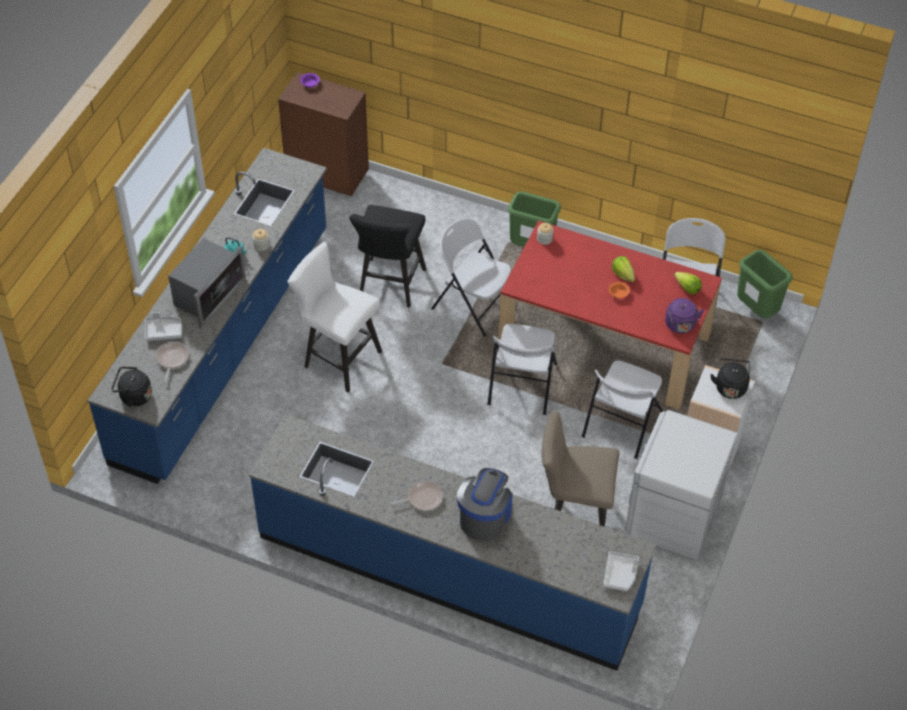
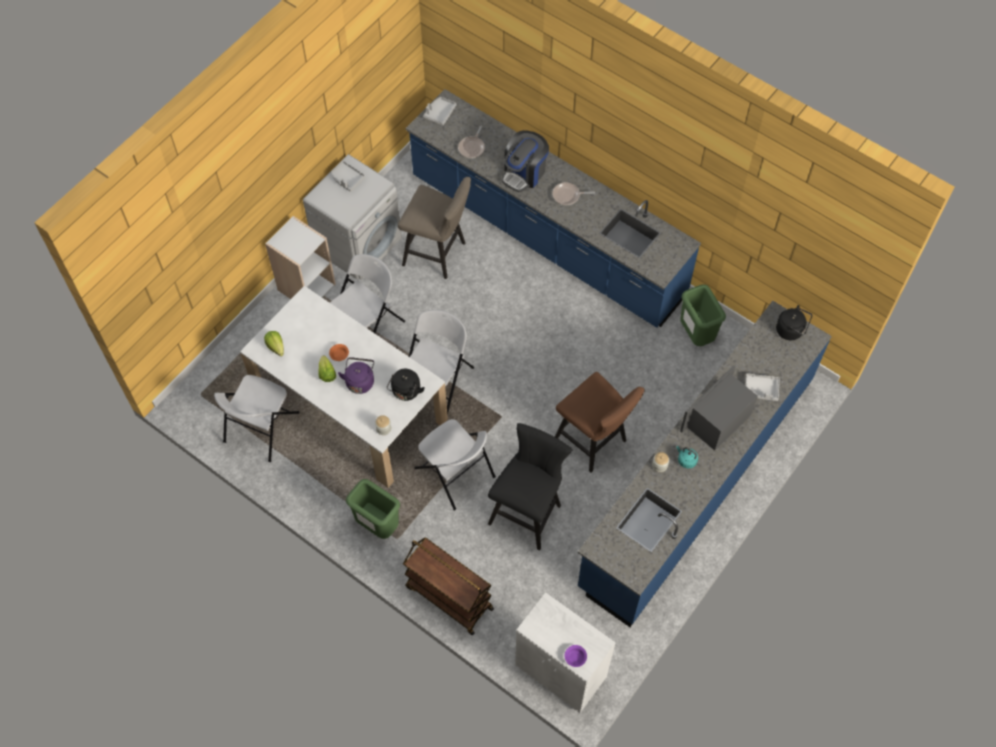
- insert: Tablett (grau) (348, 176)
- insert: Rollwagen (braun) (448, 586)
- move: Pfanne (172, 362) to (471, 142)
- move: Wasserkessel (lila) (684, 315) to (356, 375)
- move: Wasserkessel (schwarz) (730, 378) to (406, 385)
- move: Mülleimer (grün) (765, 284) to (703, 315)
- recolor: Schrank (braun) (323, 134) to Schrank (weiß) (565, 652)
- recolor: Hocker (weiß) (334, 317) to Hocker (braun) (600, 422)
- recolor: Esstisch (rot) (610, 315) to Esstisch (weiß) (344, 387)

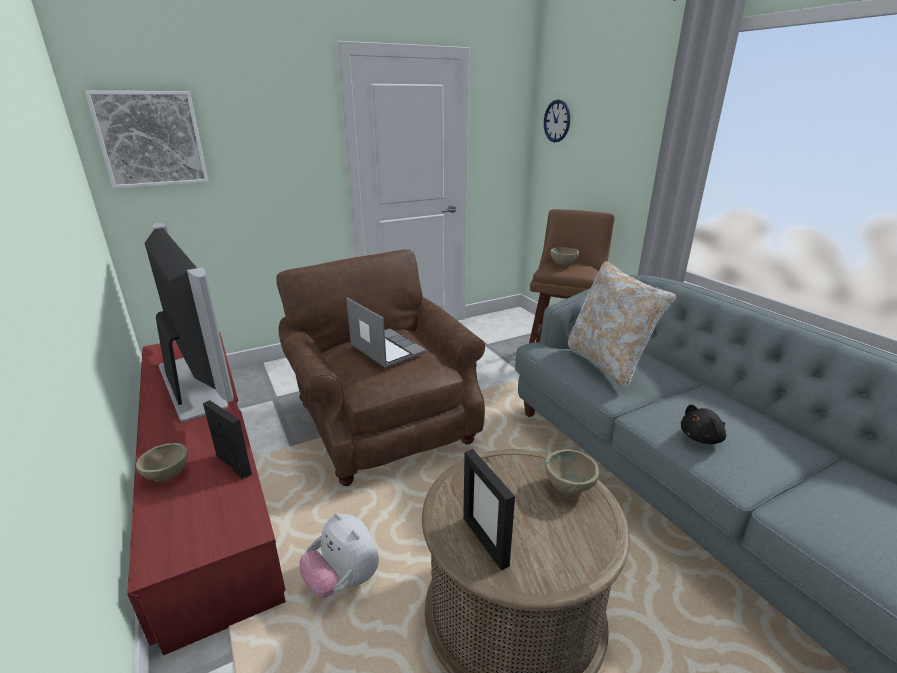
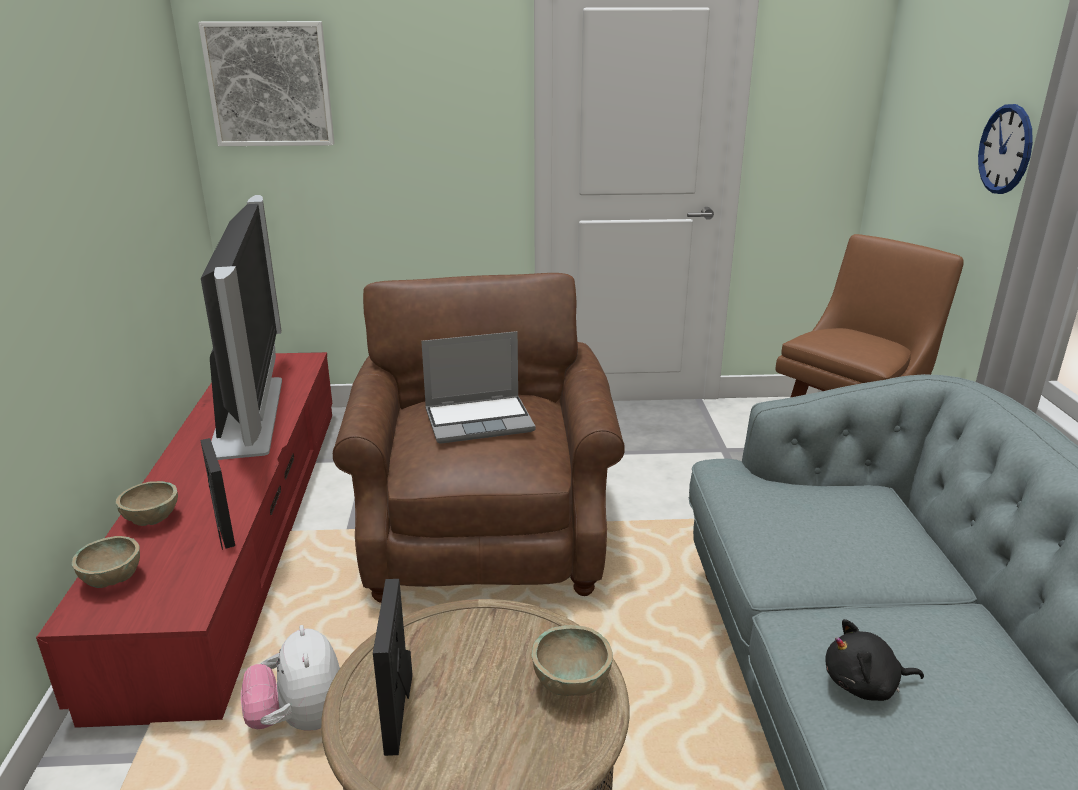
- delete: Kissen (weiß) (622, 324)
- move: Wanduhr (557, 120) to (1005, 149)
- move: Schüssel (beige) (564, 256) to (106, 562)
- rotate: Laptop (386, 332) = (478, 387) 90 degrees clockwise

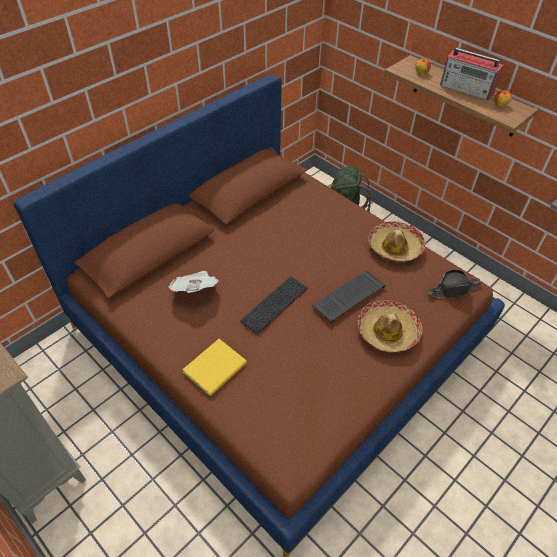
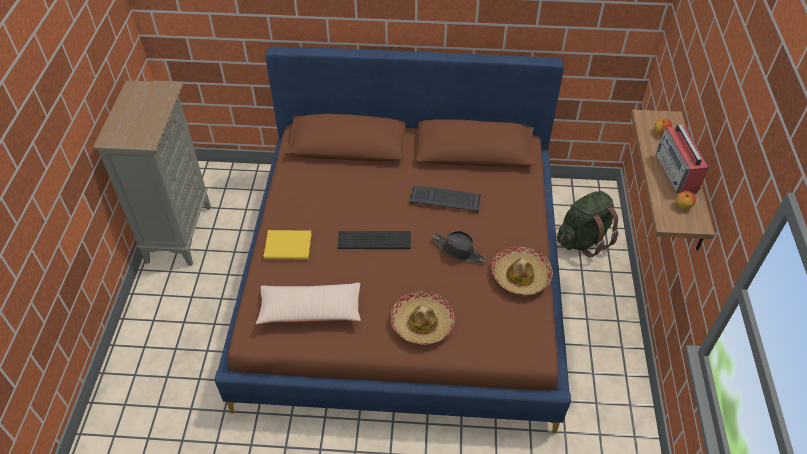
- delete: Zeitung (194, 282)
- insert: Kissen (beige) (308, 303)
- move: Tastatur (348, 297) to (445, 199)
- move: Hut (schwarz) (454, 283) to (459, 247)

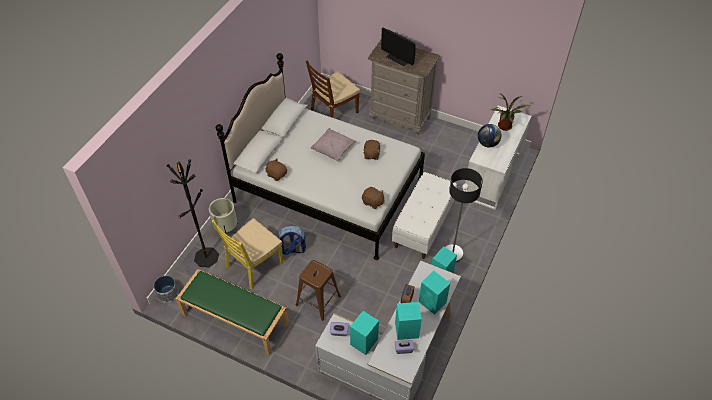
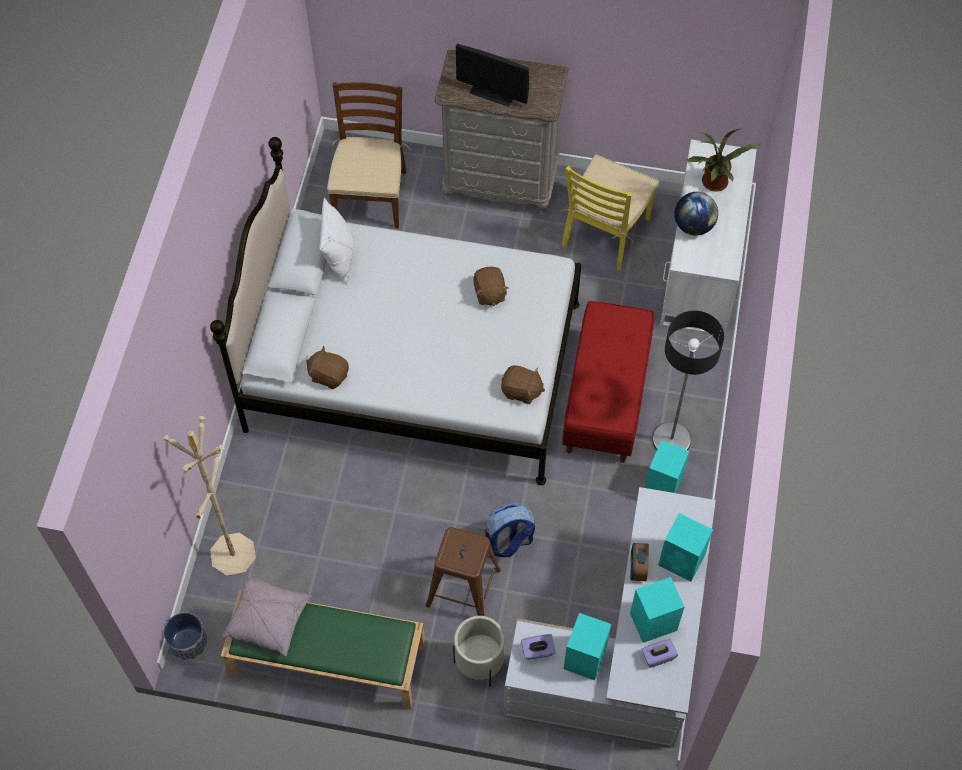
- insert: Kissen (weiß) (336, 241)
- move: Pflanzkübel (beige) (223, 216) to (479, 651)
- move: Stuhl (gelb) (247, 253) to (609, 212)
- move: Rucksack (292, 240) to (510, 530)
- move: Kissen (lila) (333, 144) to (267, 615)
- recolor: Kleiderständer (schwarz) (193, 213) to Kleiderständer (beige) (209, 496)
- recolor: Bank (weiß) (424, 215) to Bank (rot) (608, 382)
- rotate: Stuhl (braun) (333, 89) = (369, 155) 150 degrees clockwise

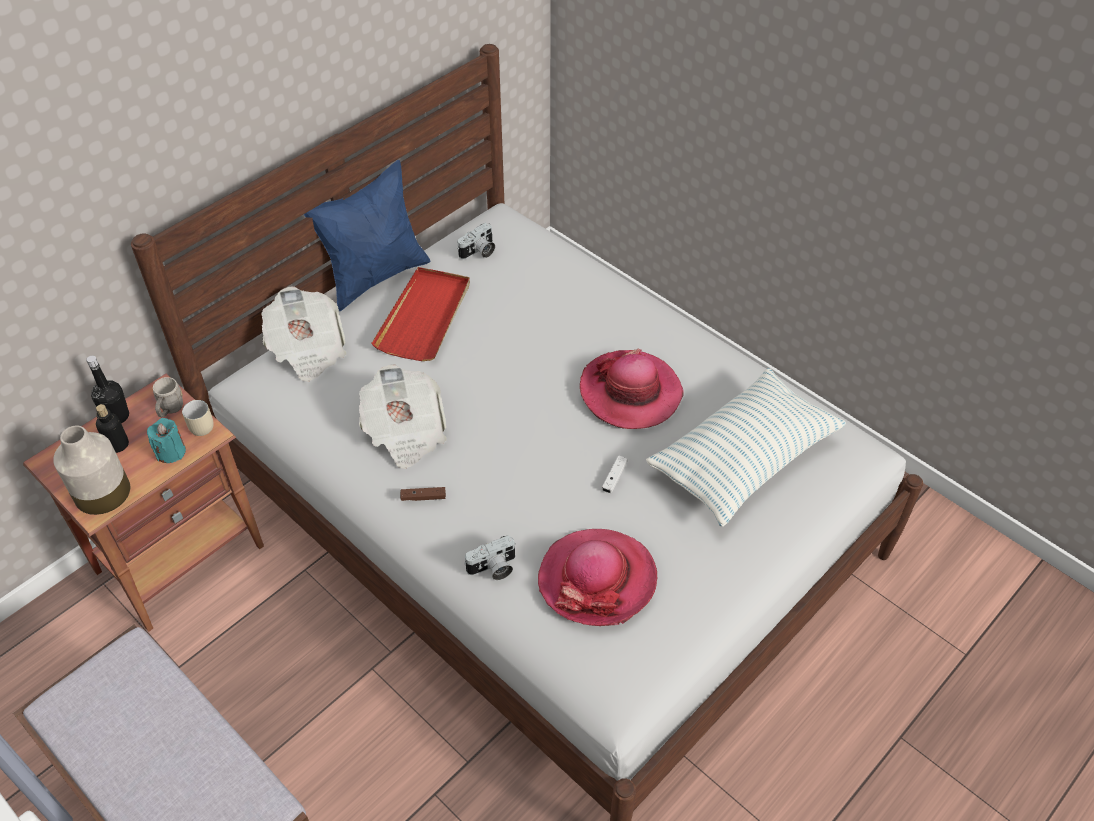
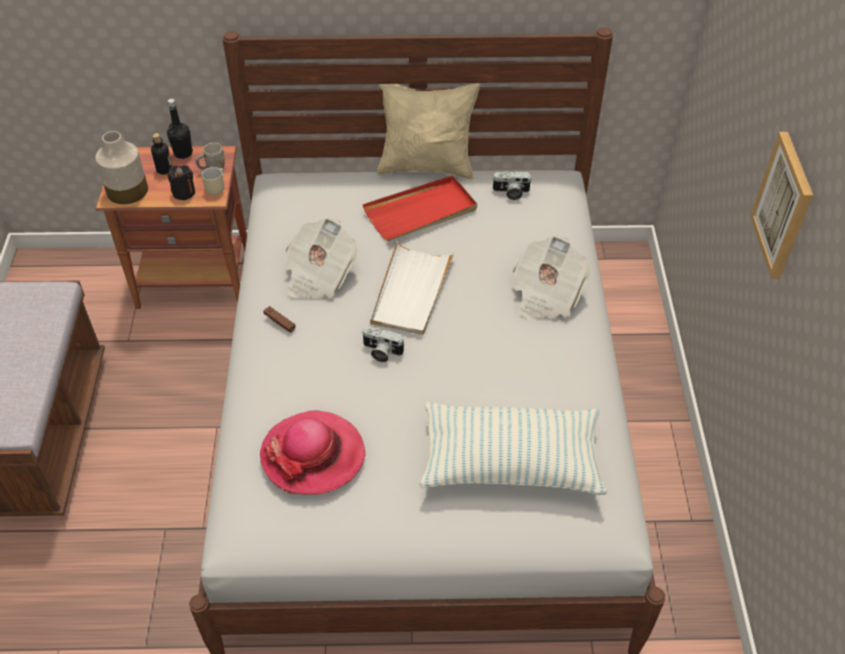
- delete: Hut (632, 389)
- delete: Gamepad (weiß) (614, 474)
- insert: Tablett (weiß) (412, 288)
- insert: Bild (781, 205)
- move: Zeitung (303, 334) to (551, 277)
- move: Kamera (490, 557) to (383, 344)
- recolor: Kerze (türkis) (166, 440) to Kerze (schwarz) (181, 183)
- recolor: Kissen (blau) (367, 235) to Kissen (beige) (428, 131)

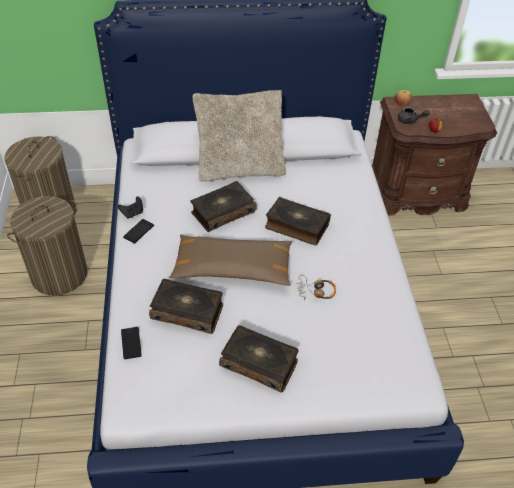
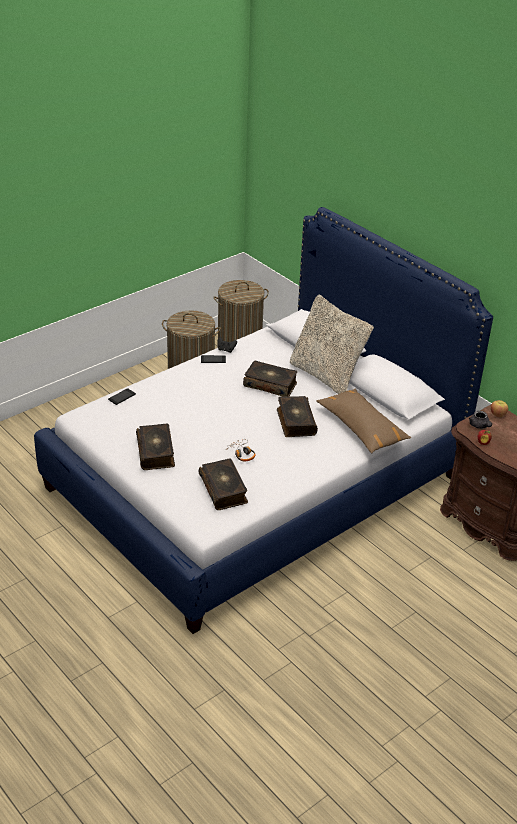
- move: Buch (186, 306) to (223, 484)
- move: Kissen (braun) (231, 260) to (363, 421)

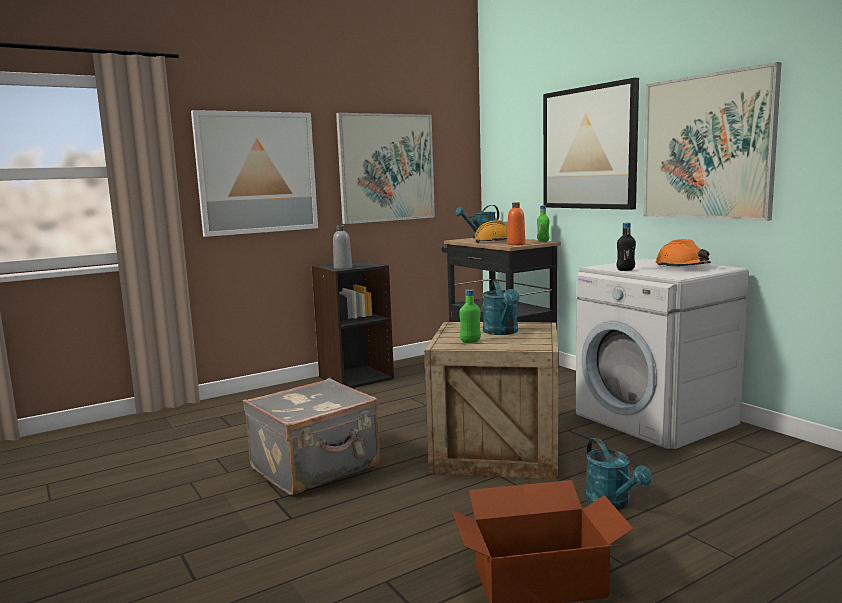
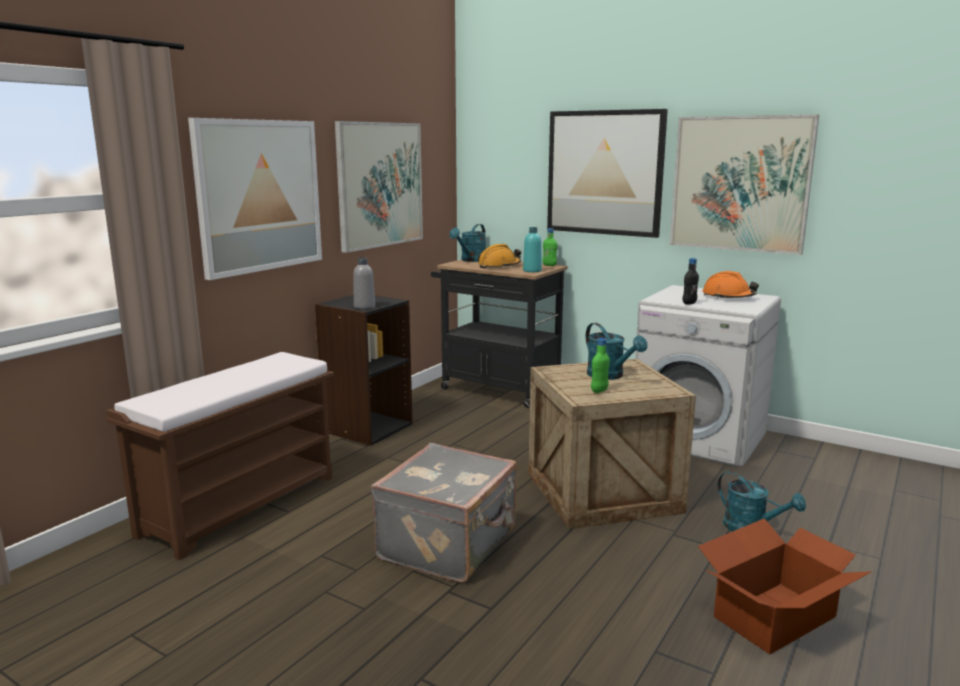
- insert: Bank (braun) (220, 456)
- recolor: Flasche (orange) (516, 223) to Flasche (türkis) (532, 249)

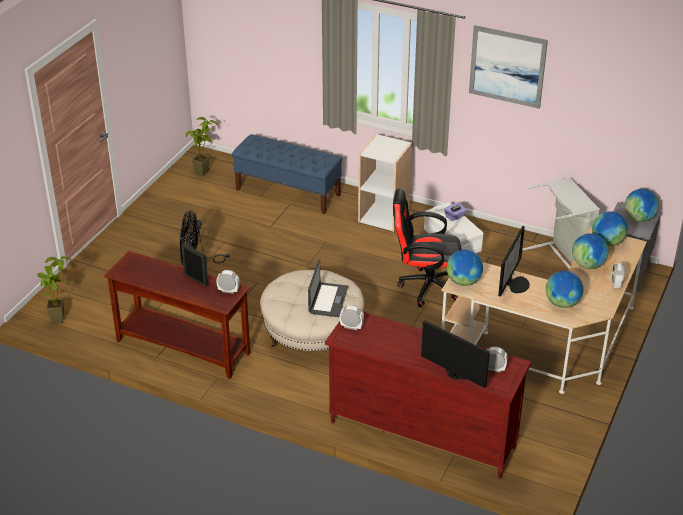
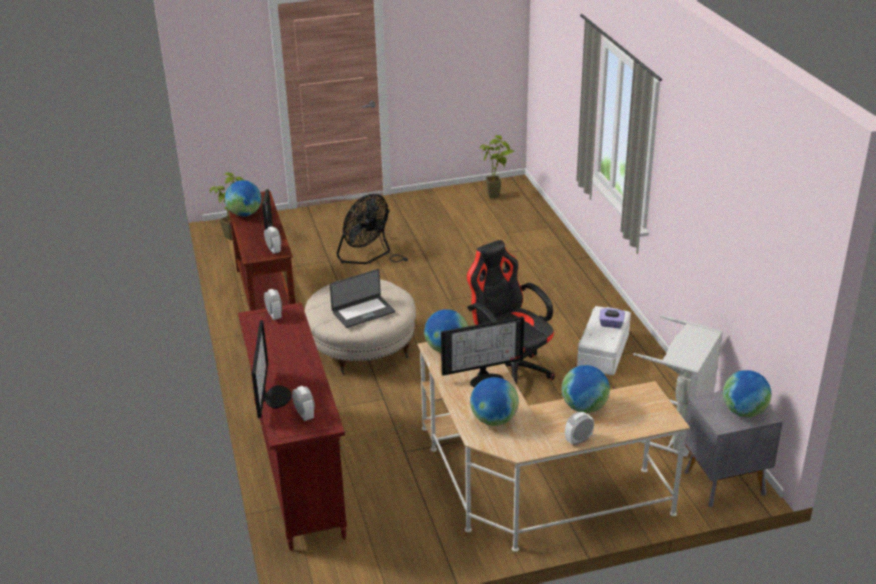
- delete: Bank (blau) (287, 174)
- delete: Bücherregal (385, 183)
- delete: Bild (508, 67)
- move: Globus (610, 228) to (243, 198)

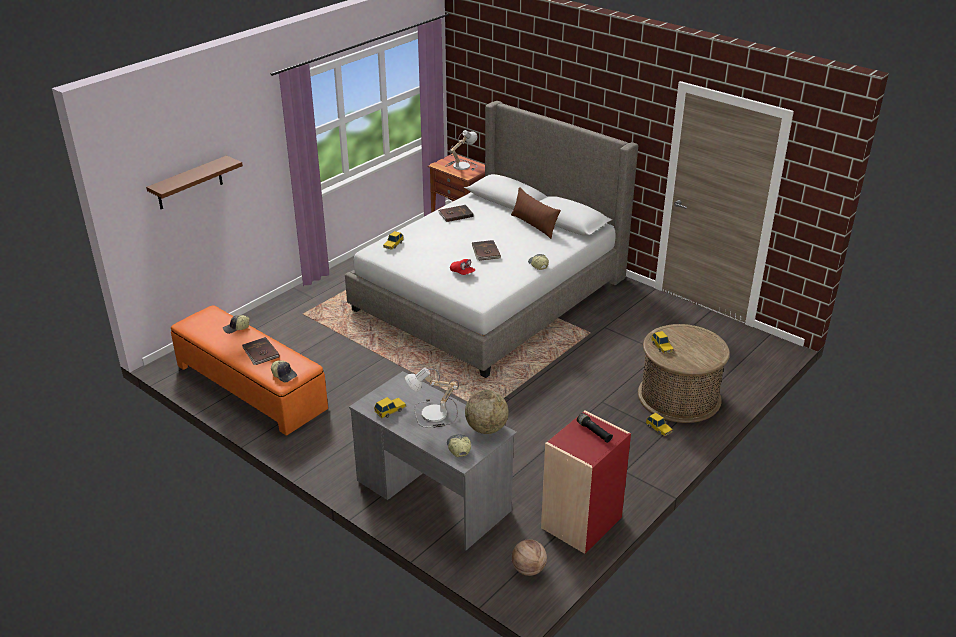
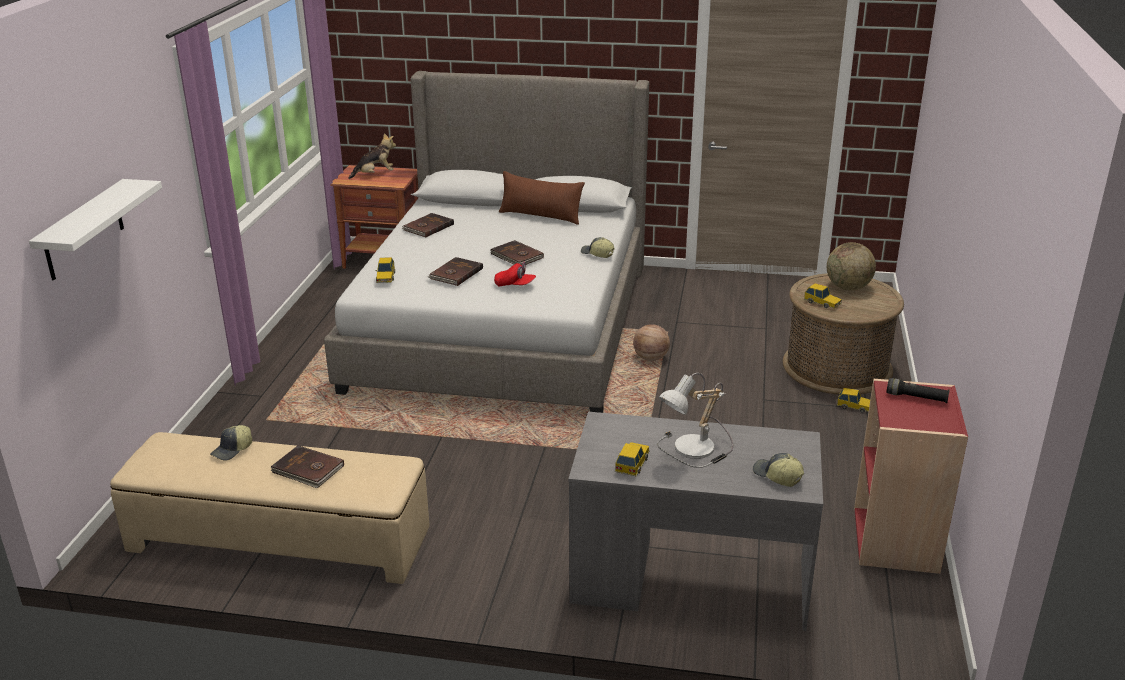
- delete: Kappe (284, 371)
- insert: Buch (braun) (455, 271)
- move: Globus (487, 412) to (851, 266)
- move: Basketball (529, 557) to (651, 342)
- replace: Tischlampe (461, 150) to Plüschtier (372, 156)
- recolor: Wandregal (braun) (194, 182) to Wandregal (weiß) (95, 230)
- recolor: Bank (orange) (249, 370) to Bank (beige) (270, 508)

